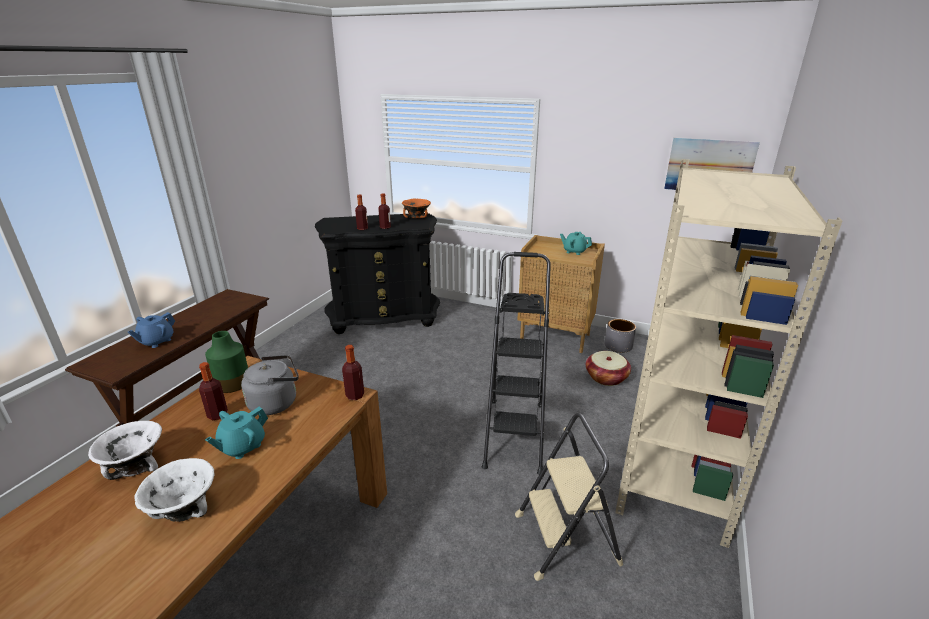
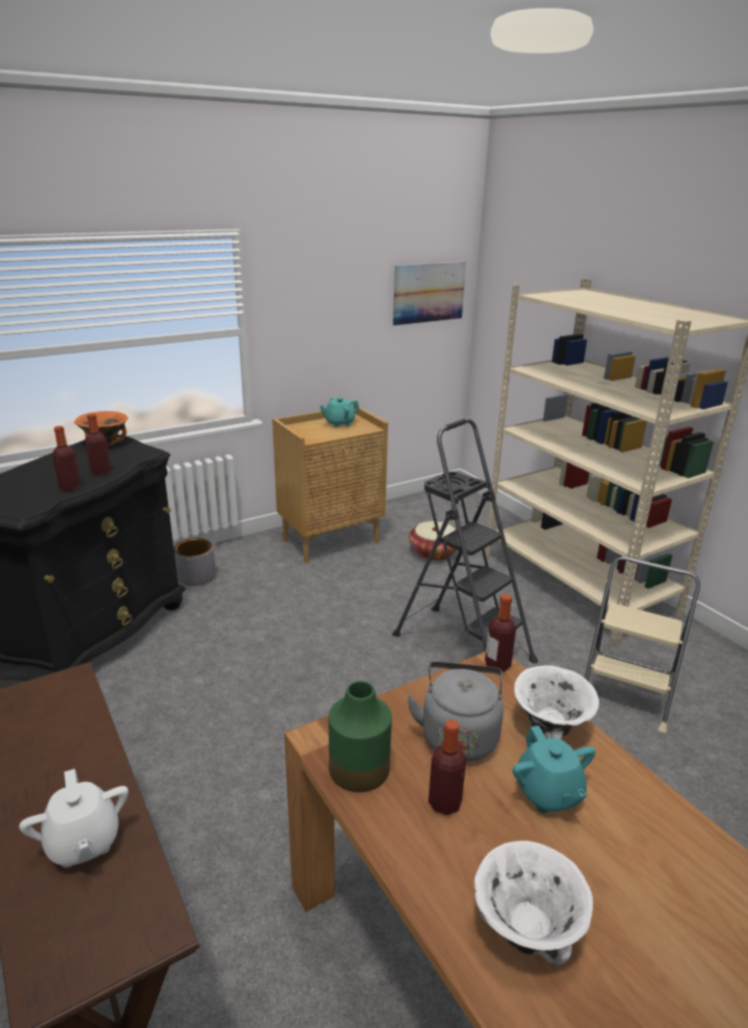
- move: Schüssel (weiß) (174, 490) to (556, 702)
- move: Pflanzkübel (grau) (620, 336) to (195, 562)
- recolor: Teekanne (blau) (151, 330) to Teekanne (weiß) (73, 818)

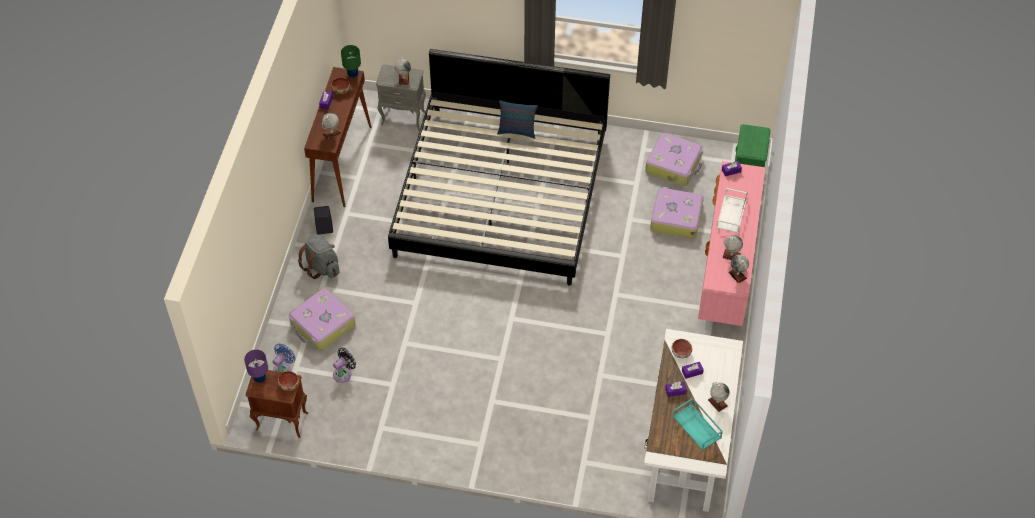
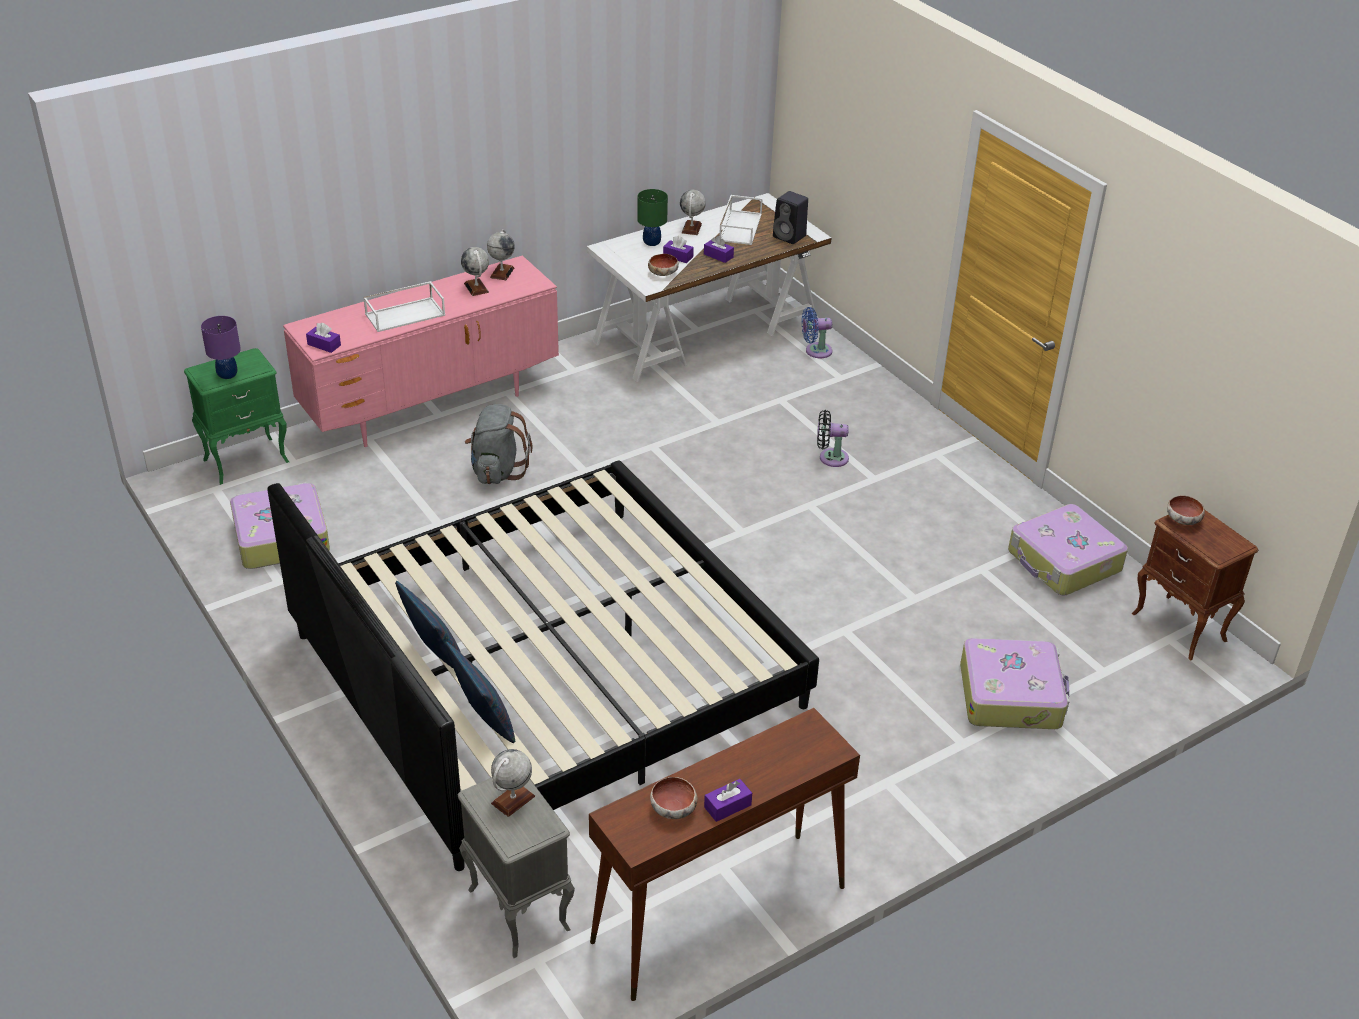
- delete: Globus (331, 126)
- insert: Kissen (blau) (480, 692)
- move: Tischlampe (lila) (256, 366) to (221, 347)
- move: Ventilator (blau) (284, 357) to (817, 332)
- move: Rucksack (grau) (319, 256) to (498, 444)
- move: Lautsprecher (schwarz) (323, 220) to (790, 217)
- move: Ventilator (schwarz) (344, 365) to (833, 438)
- move: Tischlampe (grün) (351, 61) to (652, 217)
- move: Koffer (677, 213) to (1068, 549)
- recolor: Tablett (türkis) (698, 424) to Tablett (weiß) (741, 220)

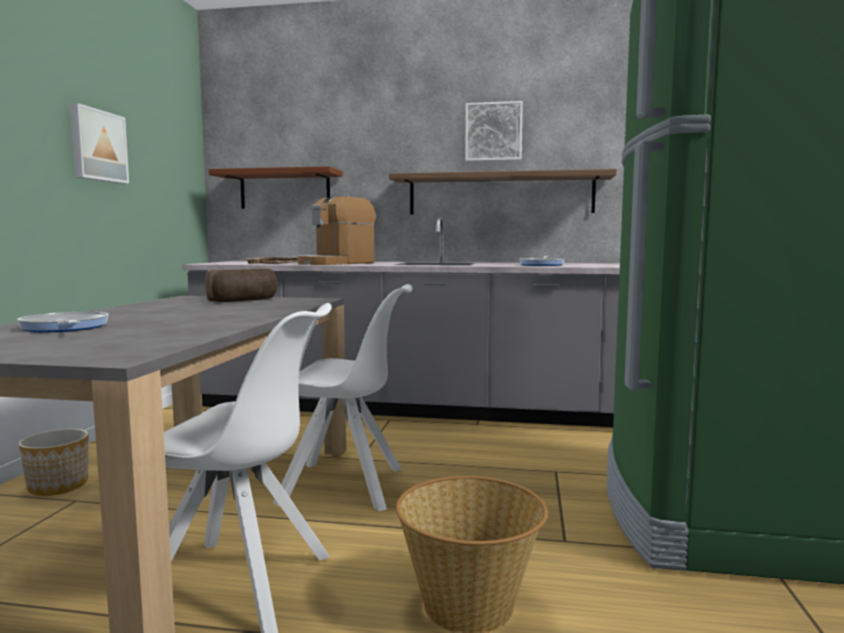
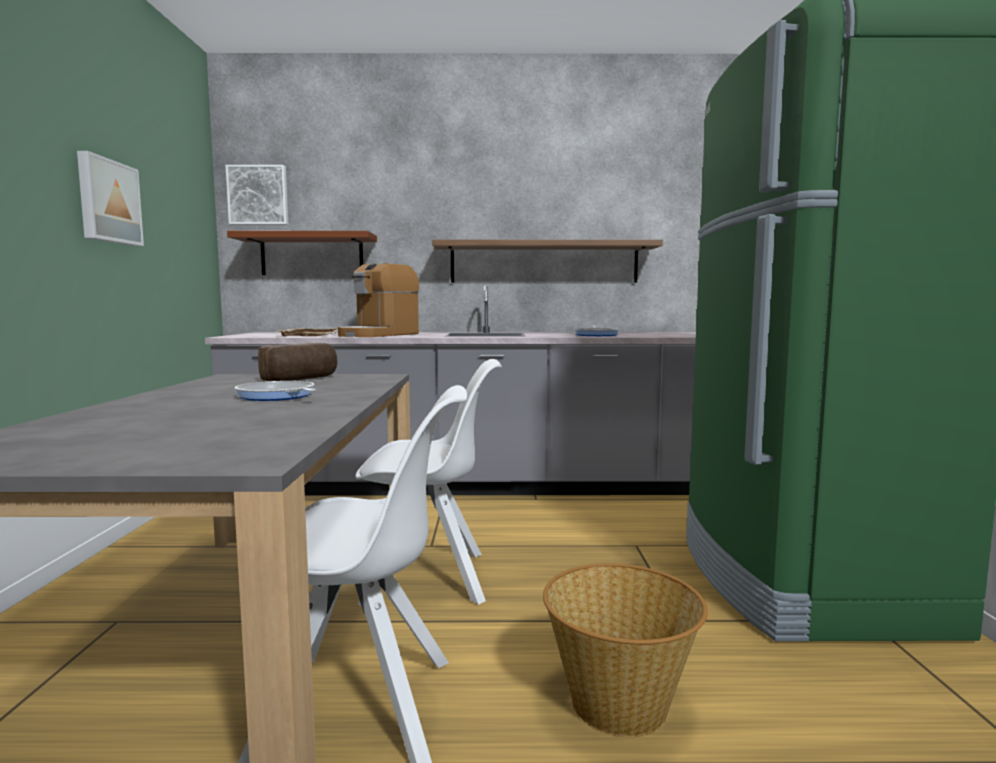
- delete: Pflanzkübel (54, 462)
- move: Pfanne (63, 322) to (275, 391)
- move: Bild (494, 131) to (256, 195)

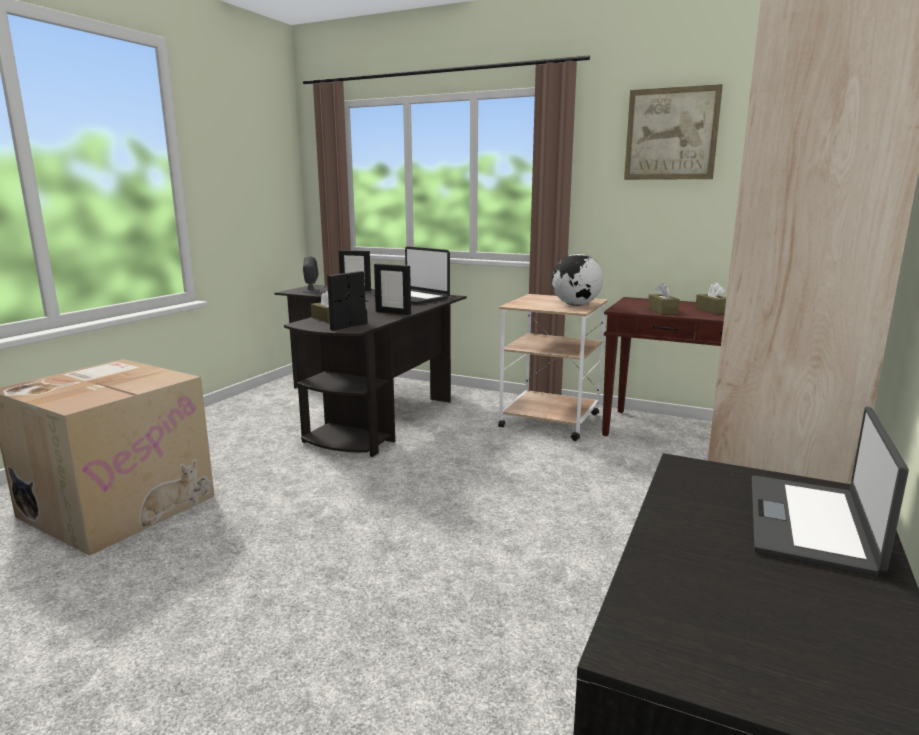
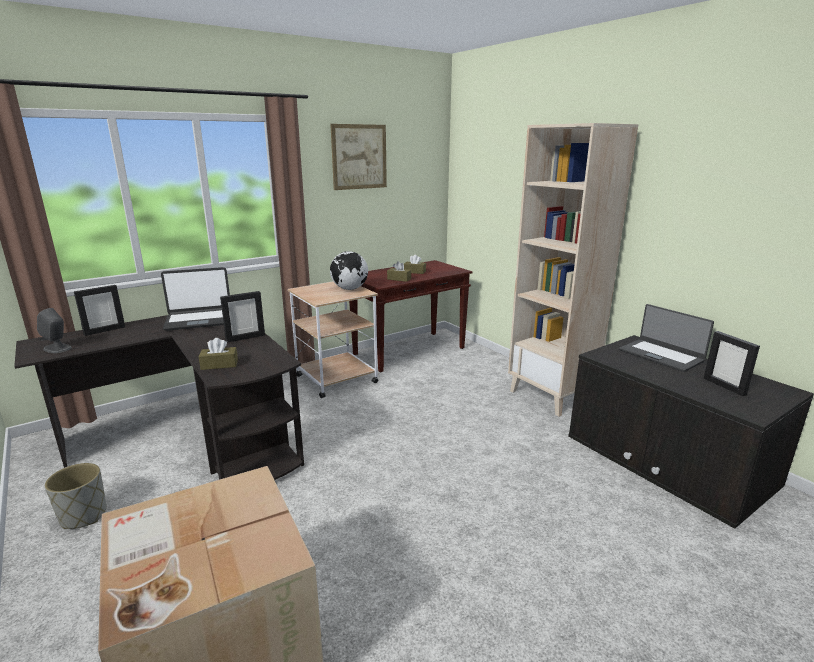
- insert: Pflanzkübel (grau) (76, 496)
- move: Bilderrahmen (347, 301) to (732, 363)

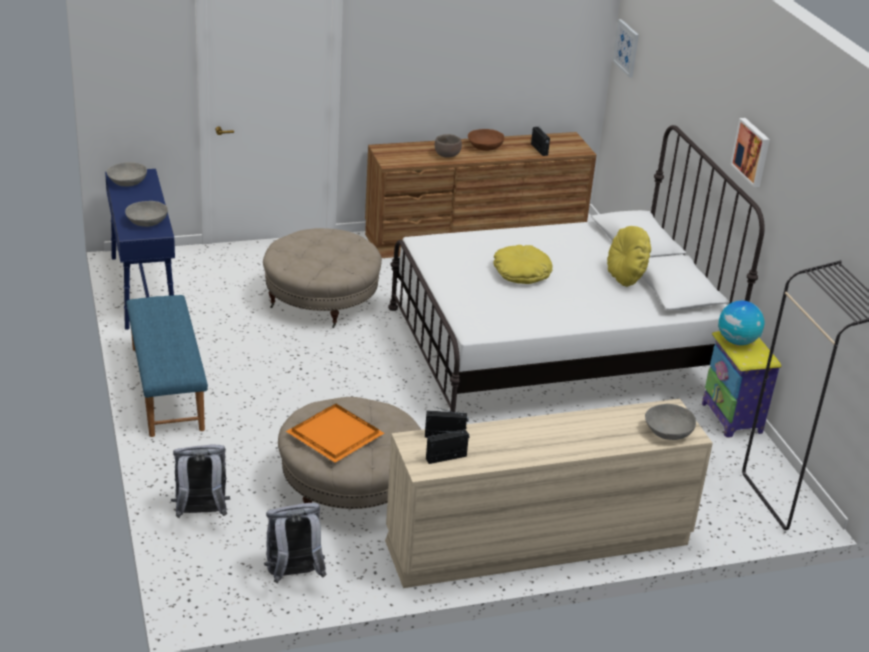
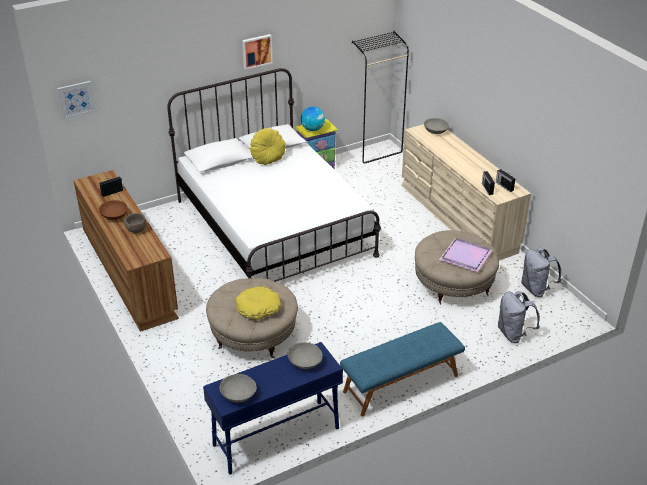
- move: Kissen (gelb) (523, 264) to (258, 303)
- recolor: Tablett (orange) (335, 433) to Tablett (lila) (465, 255)

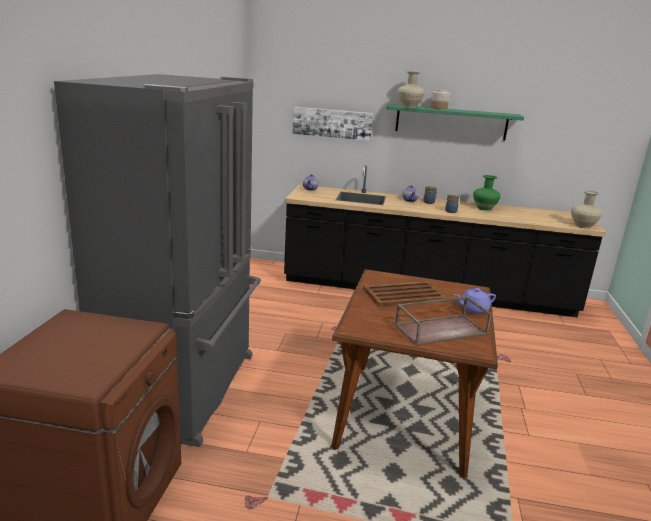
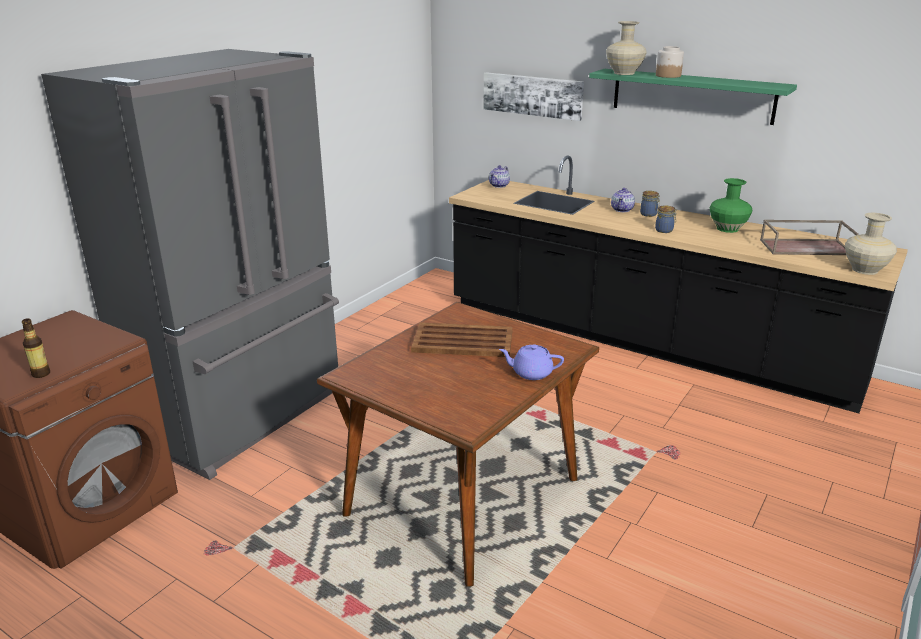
- insert: Flasche (36, 348)
- move: Tablett (braun) (443, 321) to (809, 237)

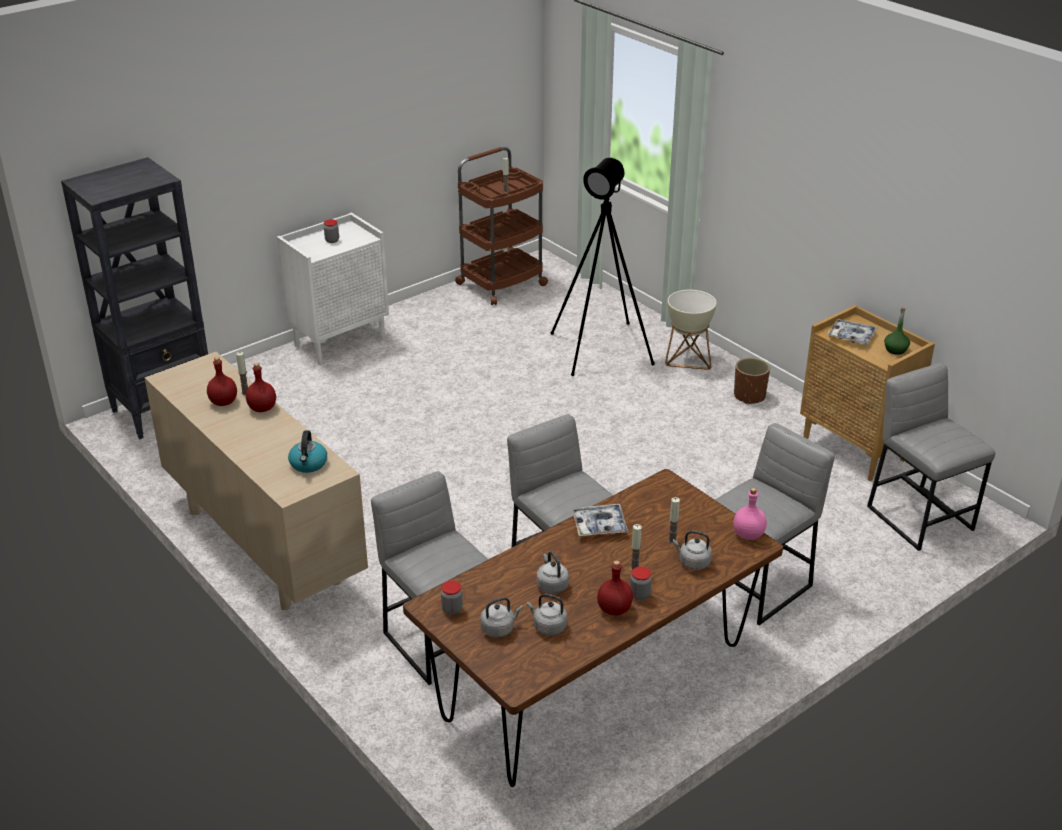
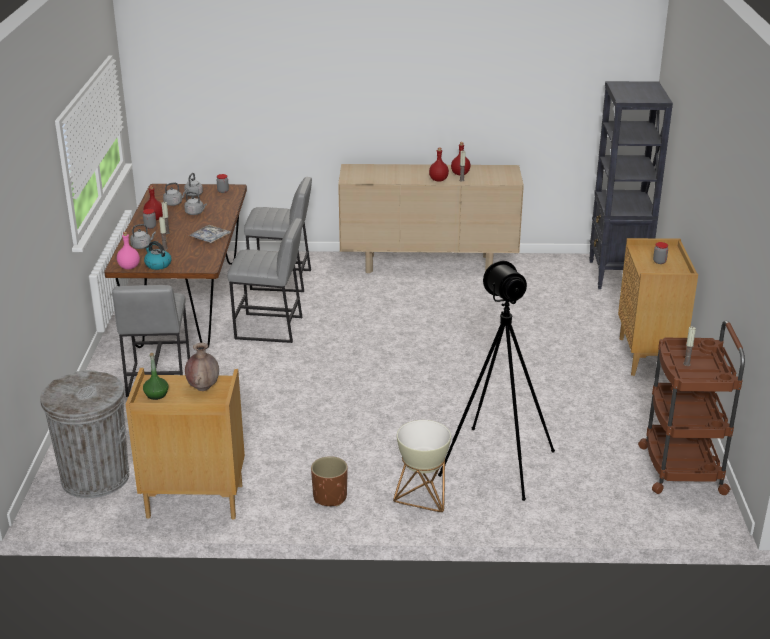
- move: Wasserkessel (307, 451) to (157, 255)
- replace: Tablett (852, 332) to Vase (braun) (202, 367)
- replace: Stuhl (grau) (931, 457) to Mülleimer (grau) (84, 434)
- recolor: Schrank (weiß) (333, 288) to Schrank (braun) (658, 307)

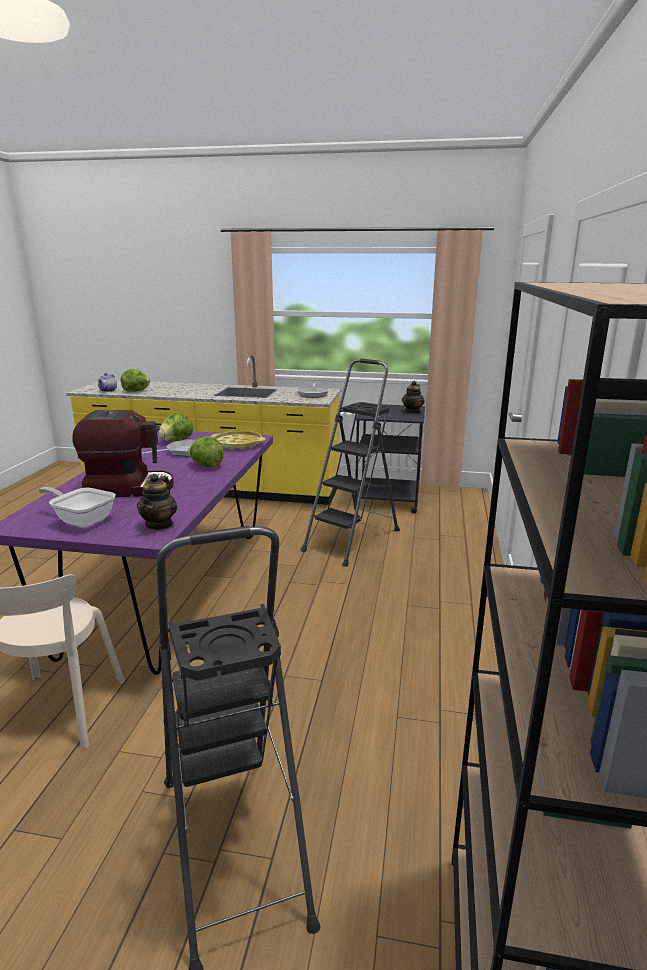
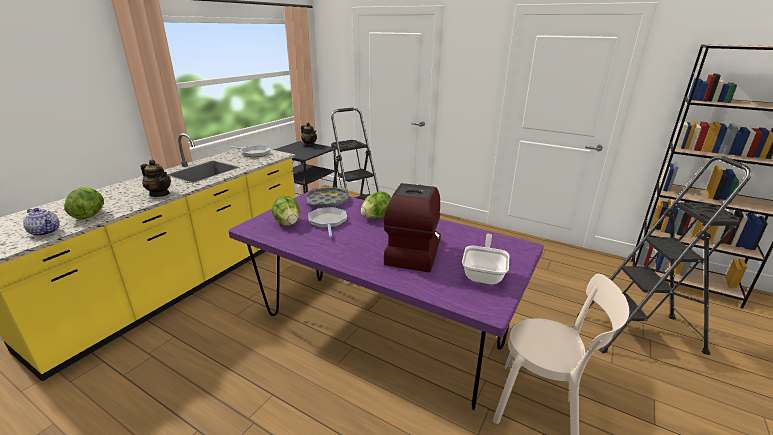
- move: Teekanne (157, 502) to (156, 178)
- recolor: Tablett (gelb) (238, 440) to Tablett (grau) (327, 197)
- rotate: Pfanne (76, 507) = (485, 259) 150 degrees clockwise

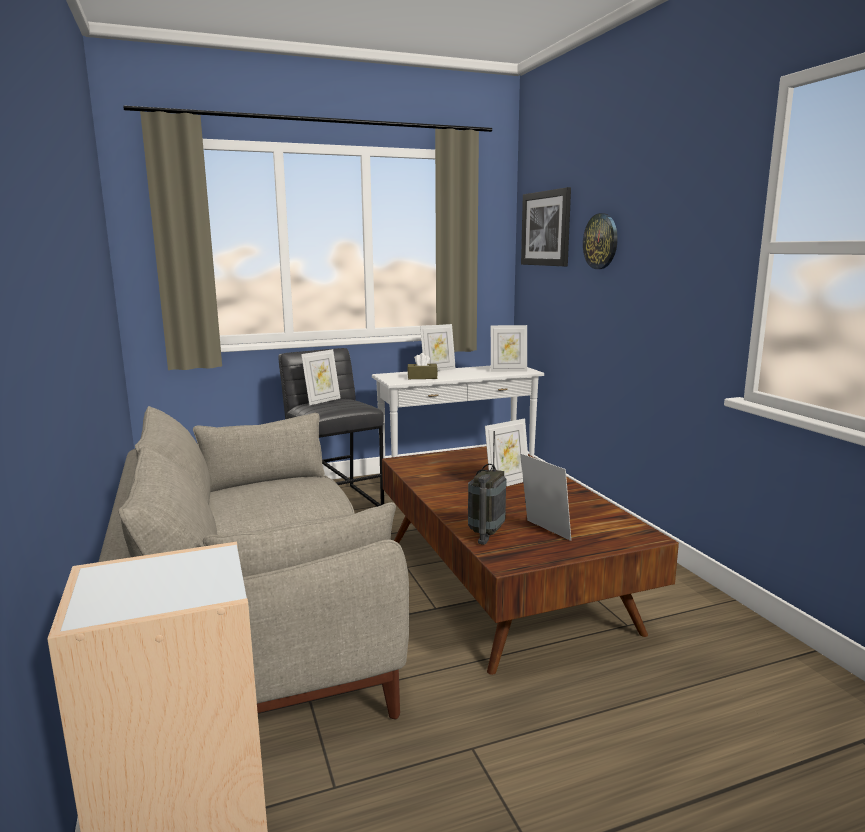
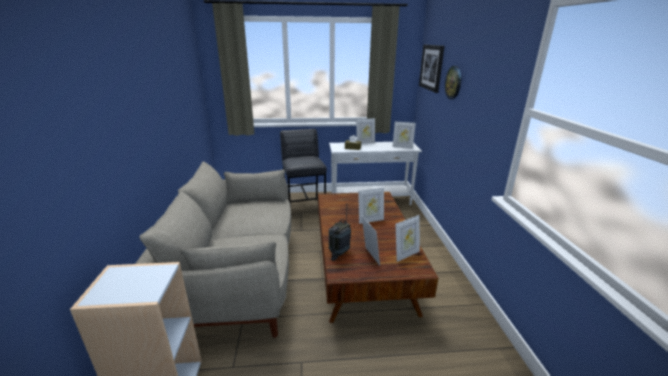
- move: Bilderrahmen (320, 377) to (407, 238)

